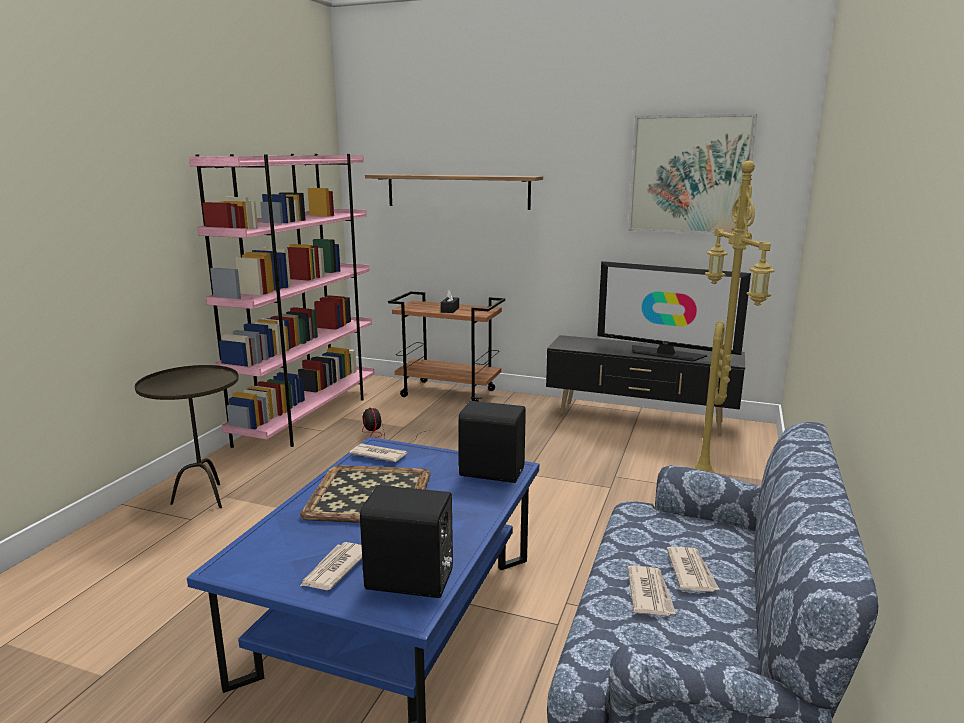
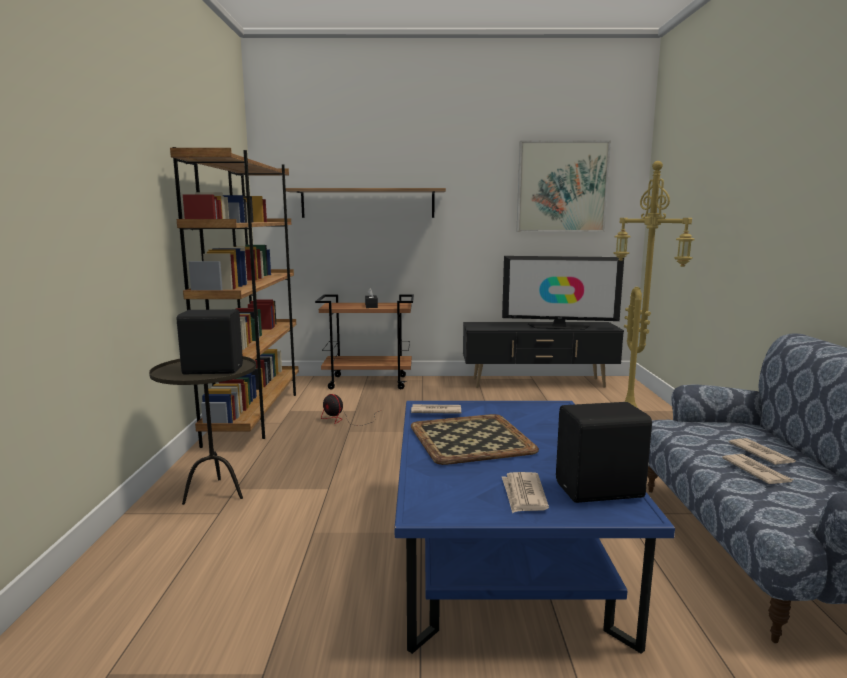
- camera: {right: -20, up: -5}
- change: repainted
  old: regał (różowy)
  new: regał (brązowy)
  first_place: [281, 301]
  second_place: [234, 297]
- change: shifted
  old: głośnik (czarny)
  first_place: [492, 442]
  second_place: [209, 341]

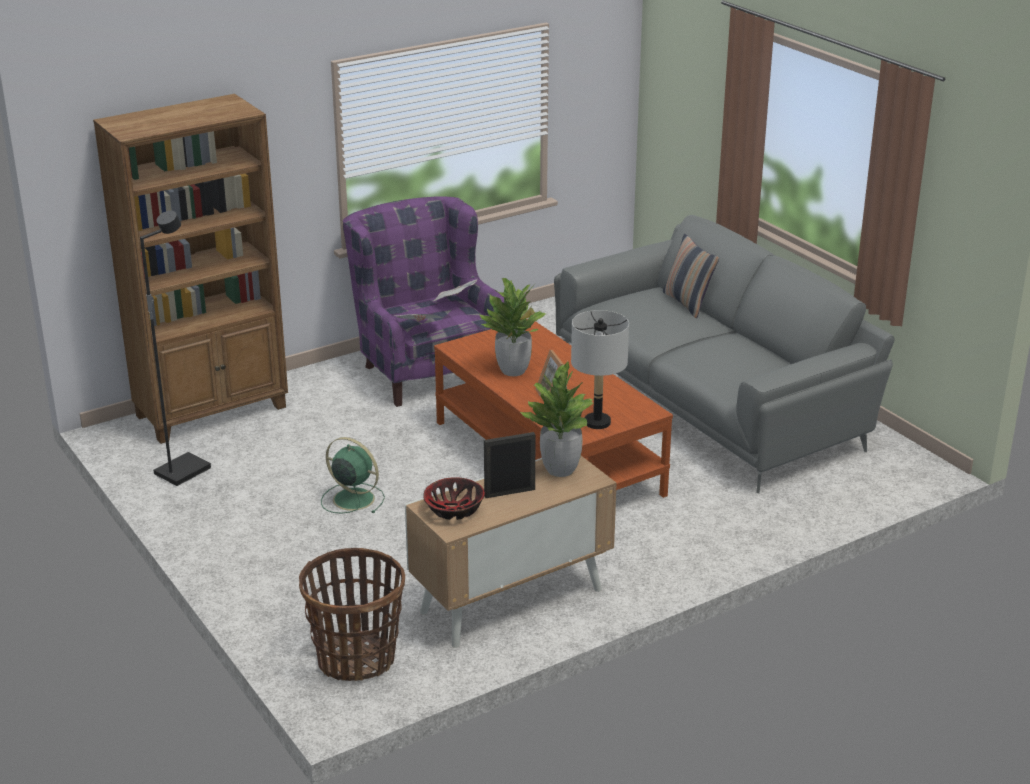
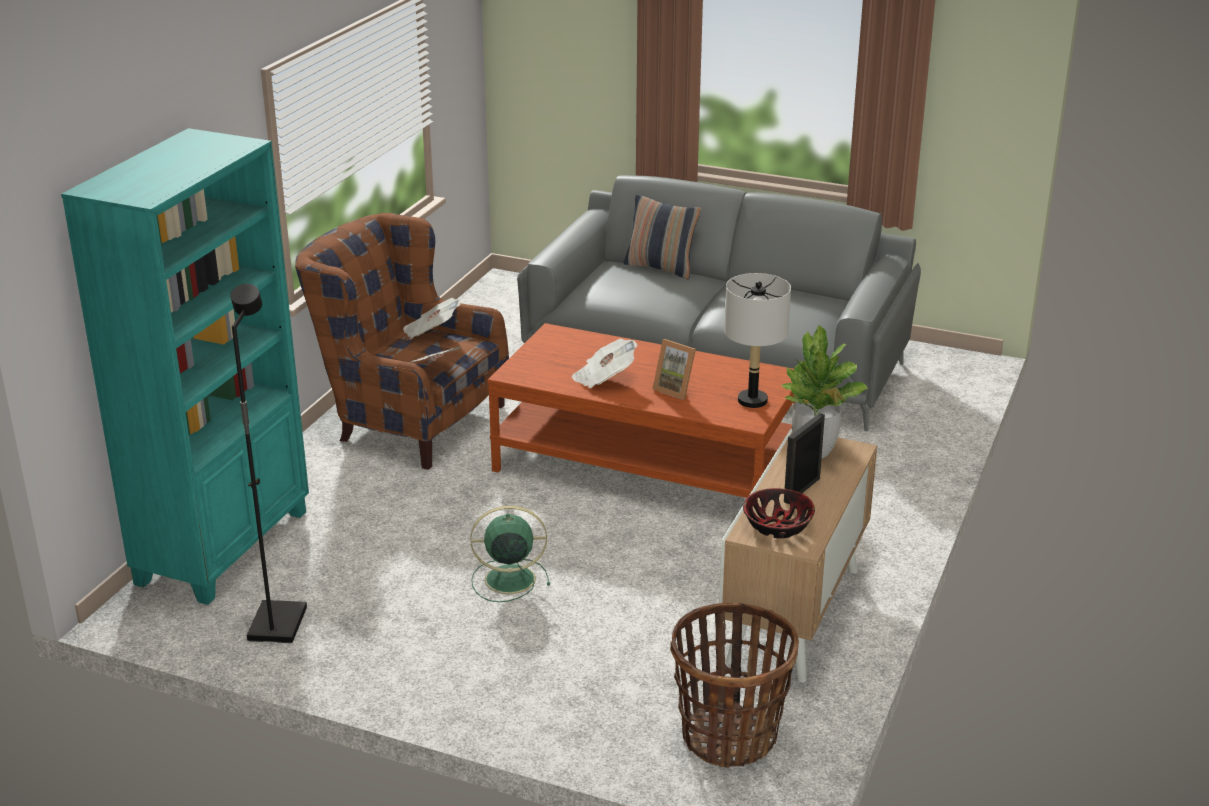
- camera: {right: -35, up: 0}
- change: repainted
  old: regał (brązowy)
  new: regał (turkusowy)
  first_place: [190, 269]
  second_place: [185, 366]
- change: repainted
  old: fotel (fioletowy)
  new: fotel (brązowy)
  first_place: [424, 301]
  second_place: [402, 341]
- change: swapped
  old: roślina doniczkowa
  new: gazeta
  first_place: [513, 327]
  second_place: [605, 363]

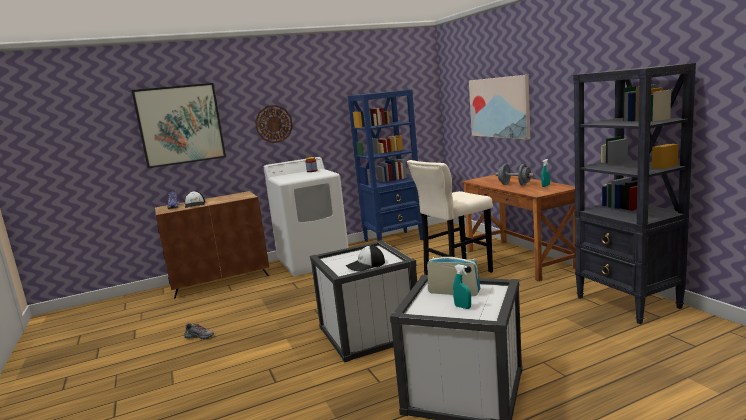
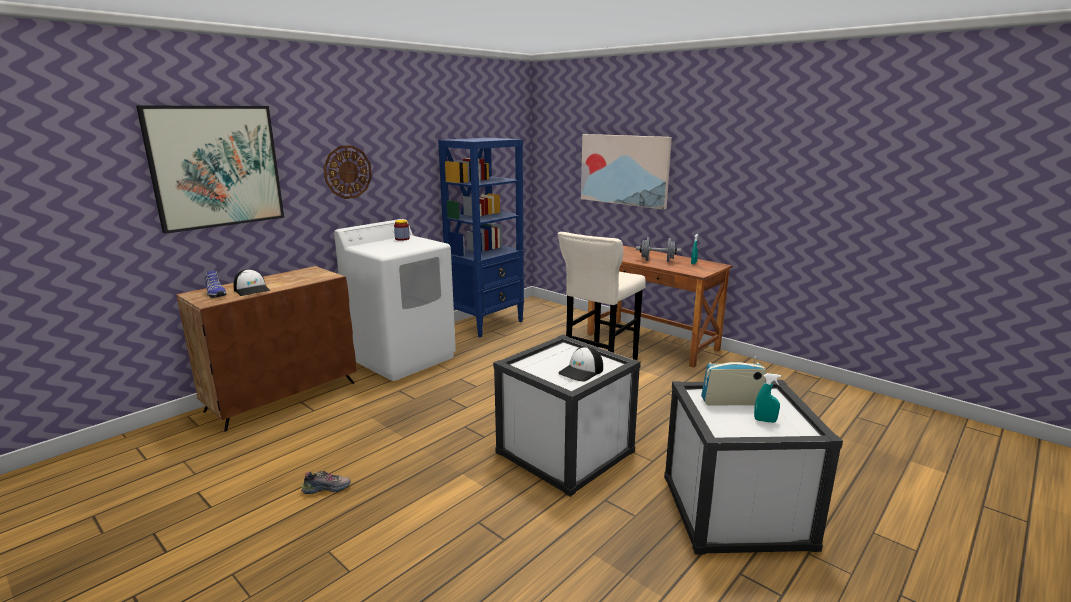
- camera: {right: -25, up: 5}
- change: gone
  old: regał (czarny)
  first_place: [634, 193]

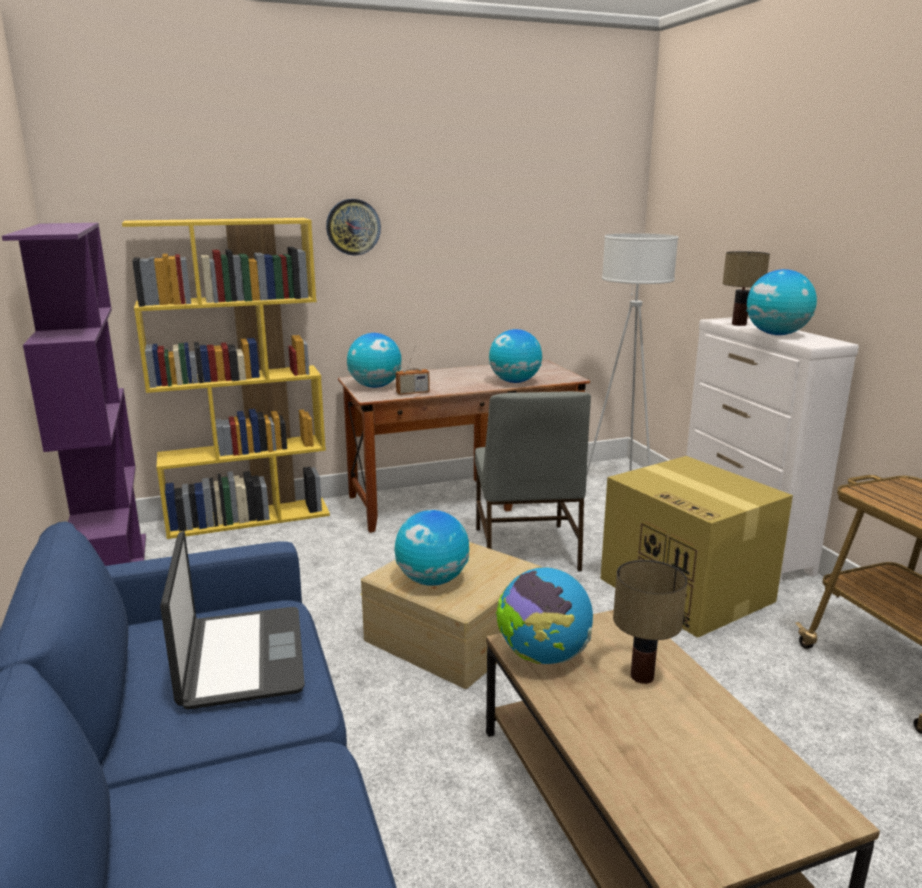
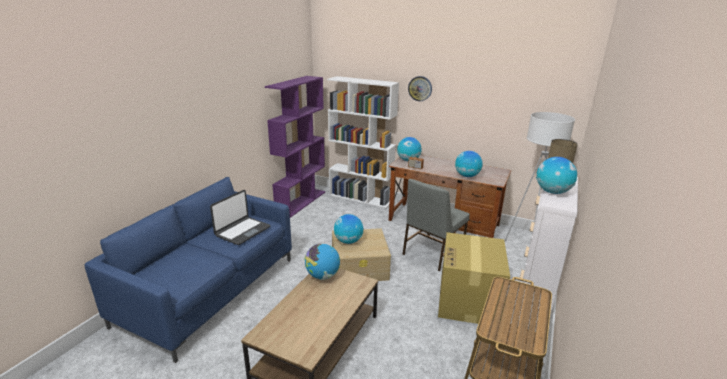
- camera: {right: 45, up: 5}
- change: repainted
  old: regał (żółty)
  new: regał (biały)
  first_place: [226, 378]
  second_place: [363, 142]
- change: gone
  old: lampa stołowa
  first_place: [650, 622]

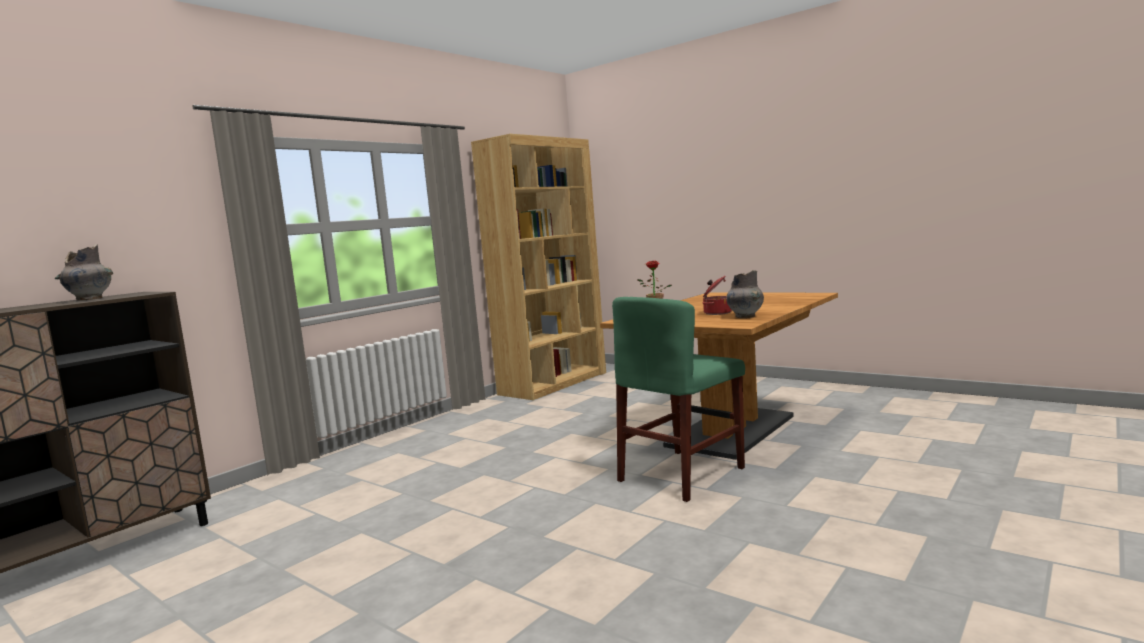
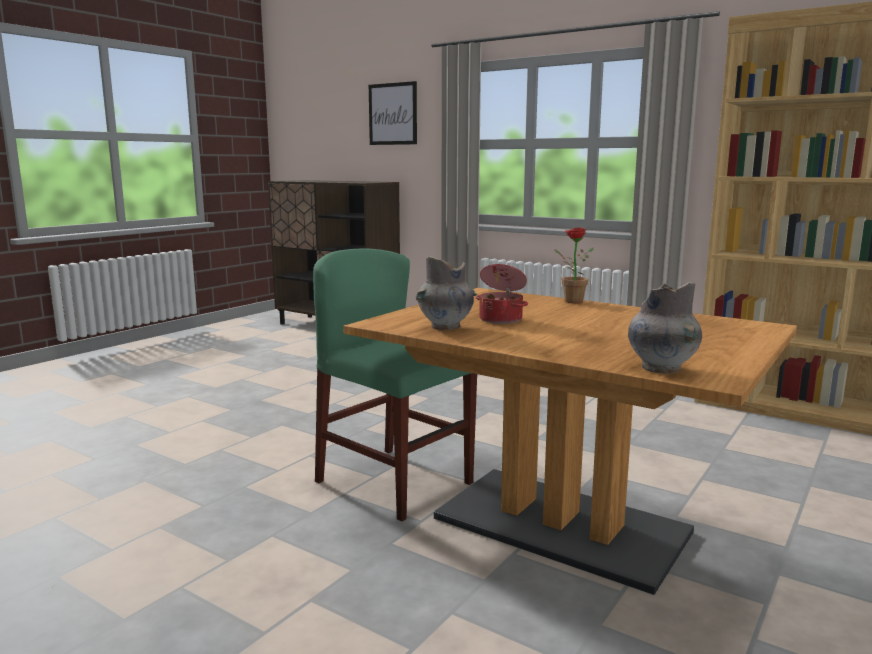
- camera: {right: 85, up: 5}
- change: shifted
  old: wazon (szary)
  first_place: [84, 272]
  second_place: [665, 328]
- change: new
  new: obraz
  second_place: [393, 113]

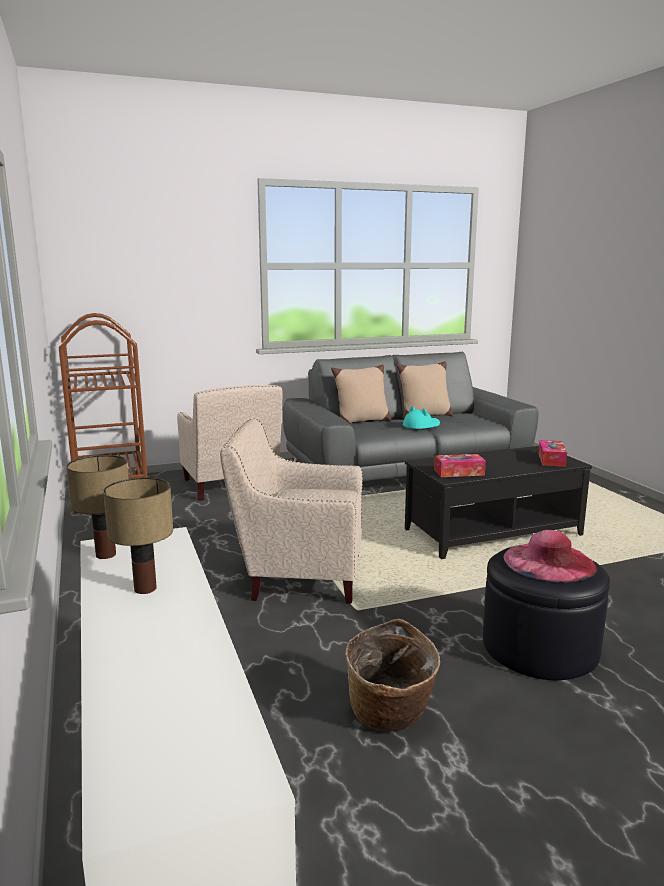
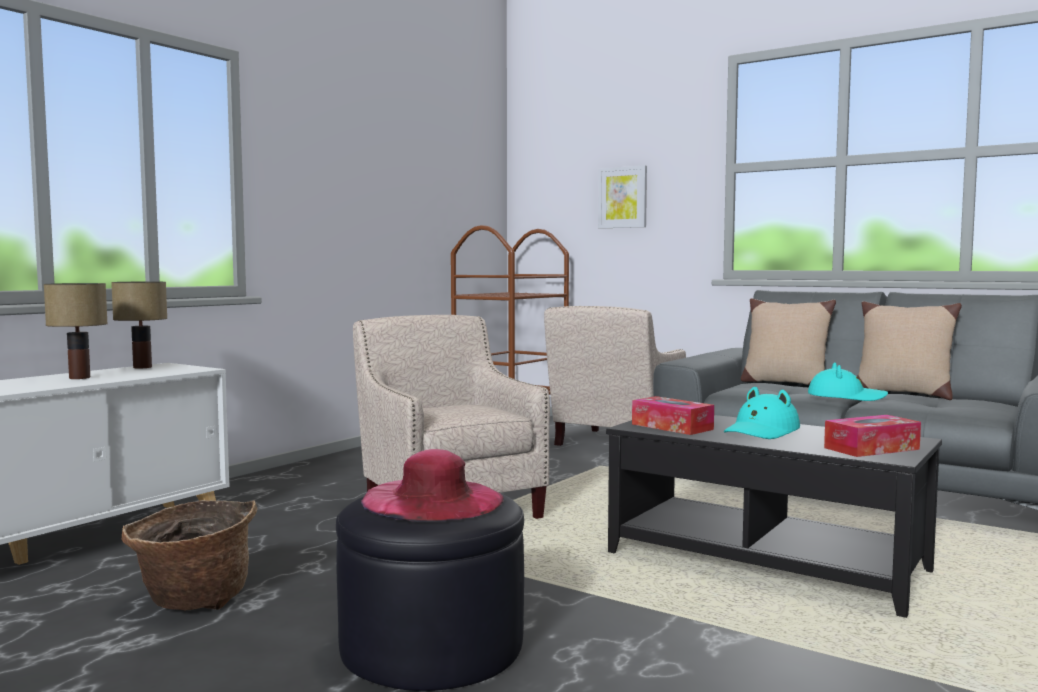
- camera: {right: 55, up: -10}
- change: new
  new: obraz
  second_place: [622, 196]
- change: new
  new: kapelusz (turkusowy)
  second_place: [762, 413]

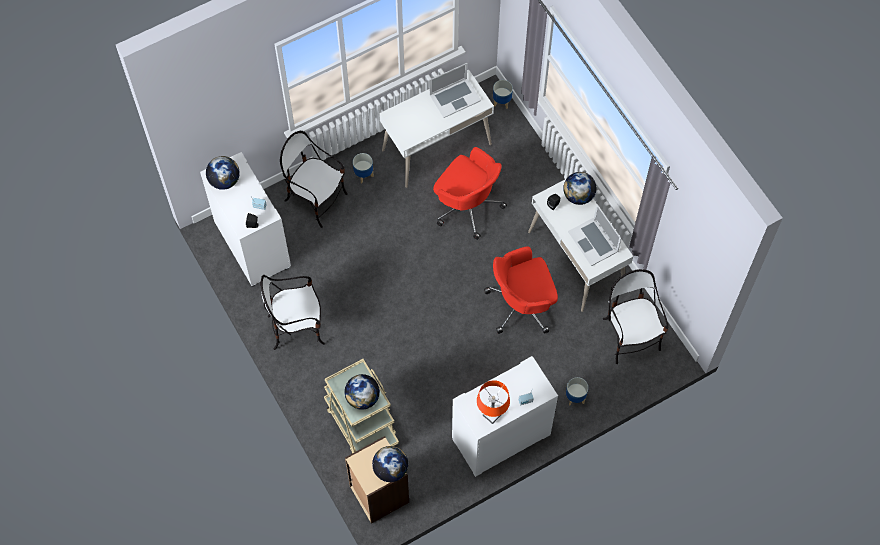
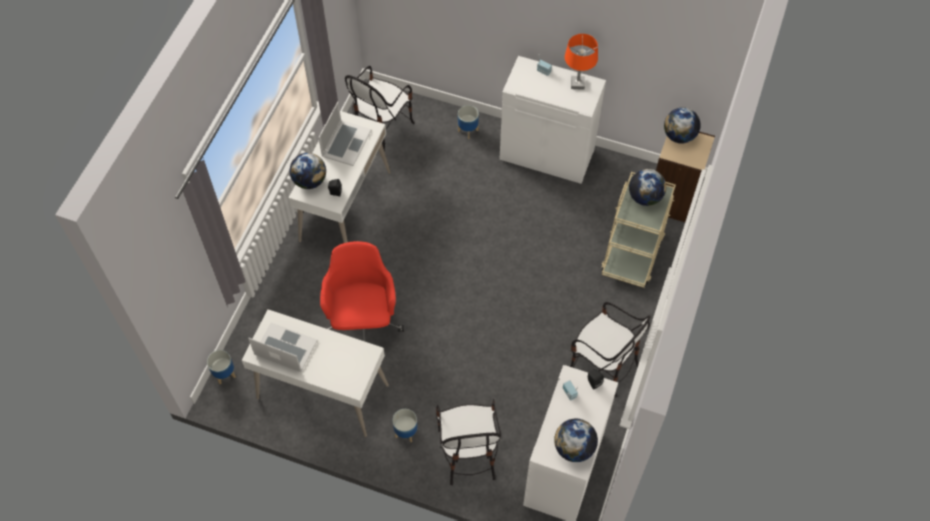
- camera: {right: -130, up: -5}
- change: gone
  old: krzesło biurowe (czerwony)
  first_place: [521, 290]

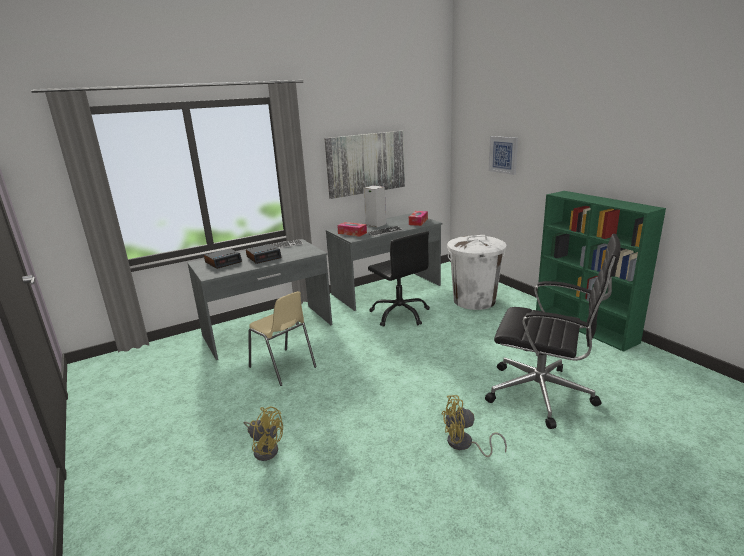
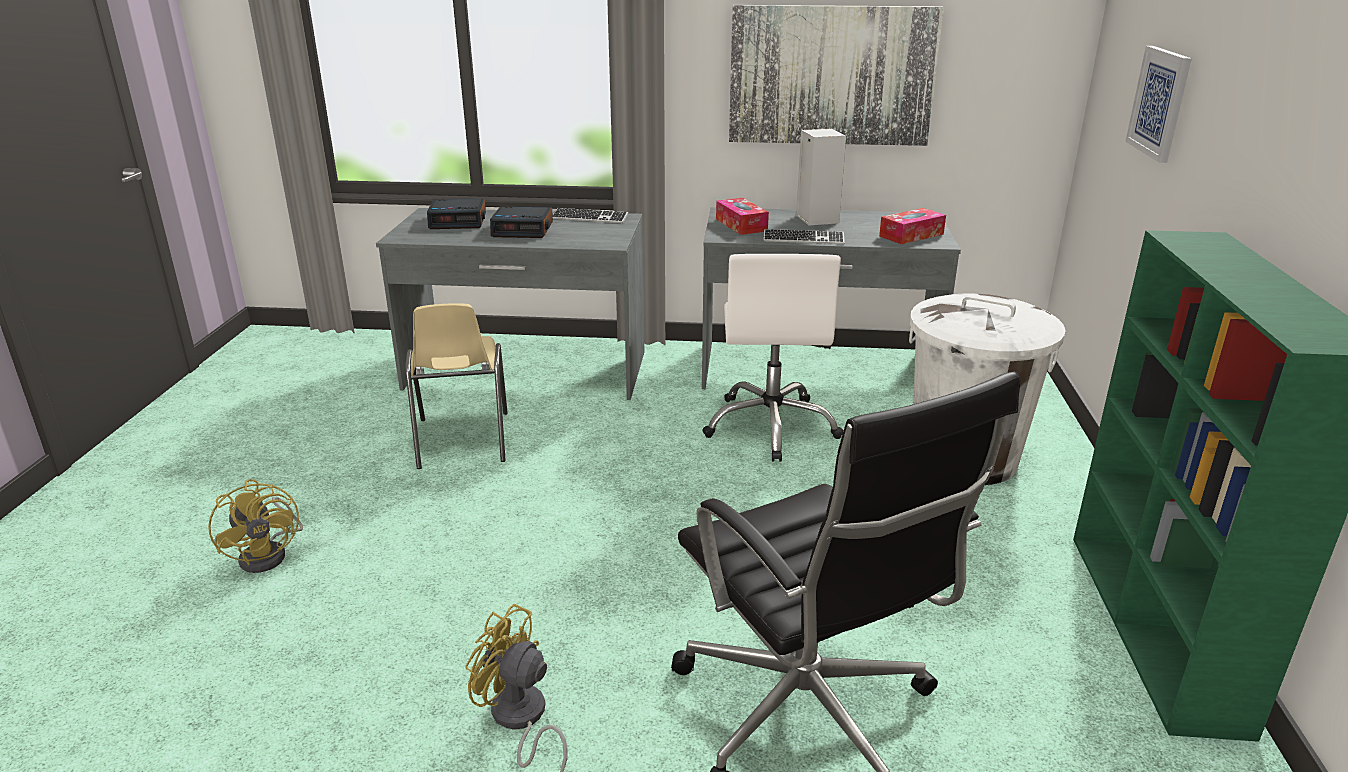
- camera: {right: 35, up: 5}
- change: repainted
  old: krzesło biurowe (czarny)
  new: krzesło biurowe (biały)
  first_place: [399, 279]
  second_place: [772, 358]

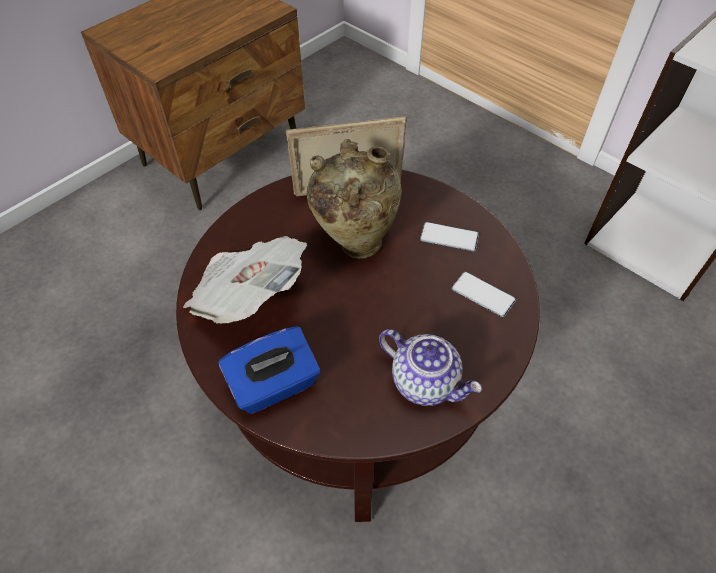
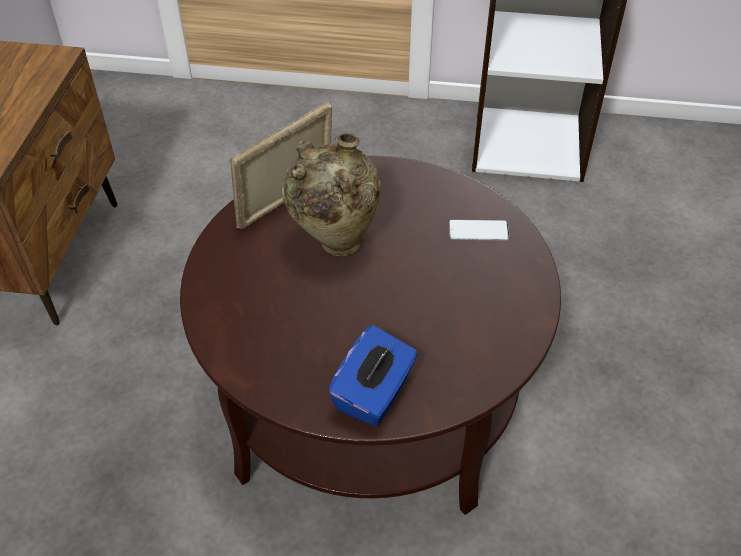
- camera: {right: -35, up: -5}
- change: gone
  old: gazeta
  first_place: [245, 280]
- change: gone
  old: imbryk
  first_place: [430, 367]
- change: gone
  old: telefon
  first_place: [449, 236]

